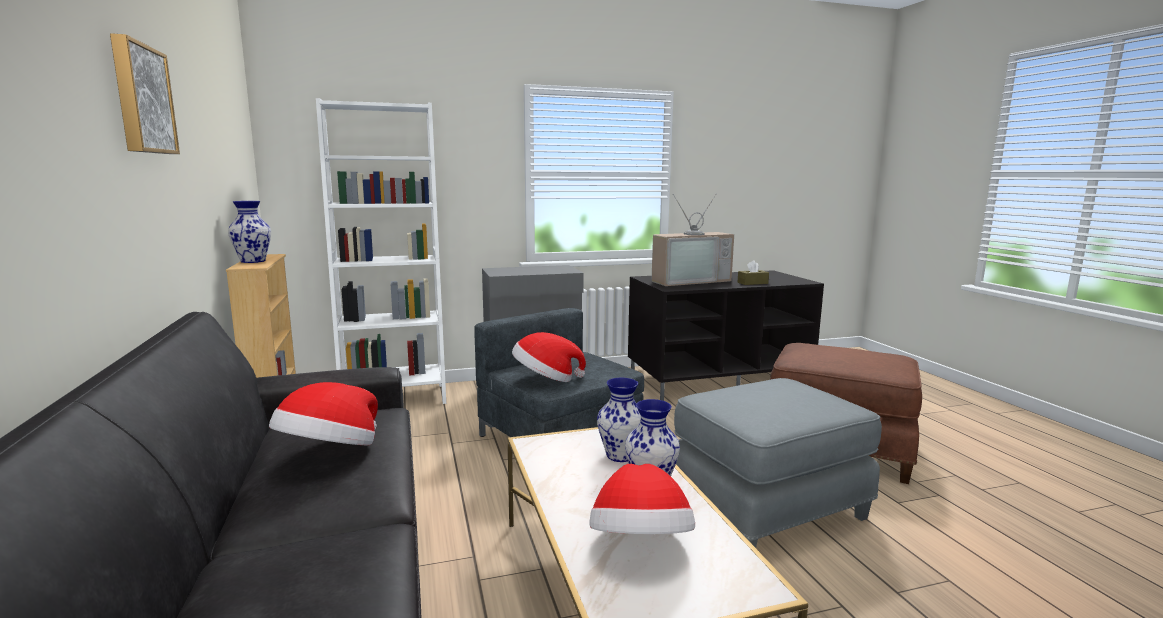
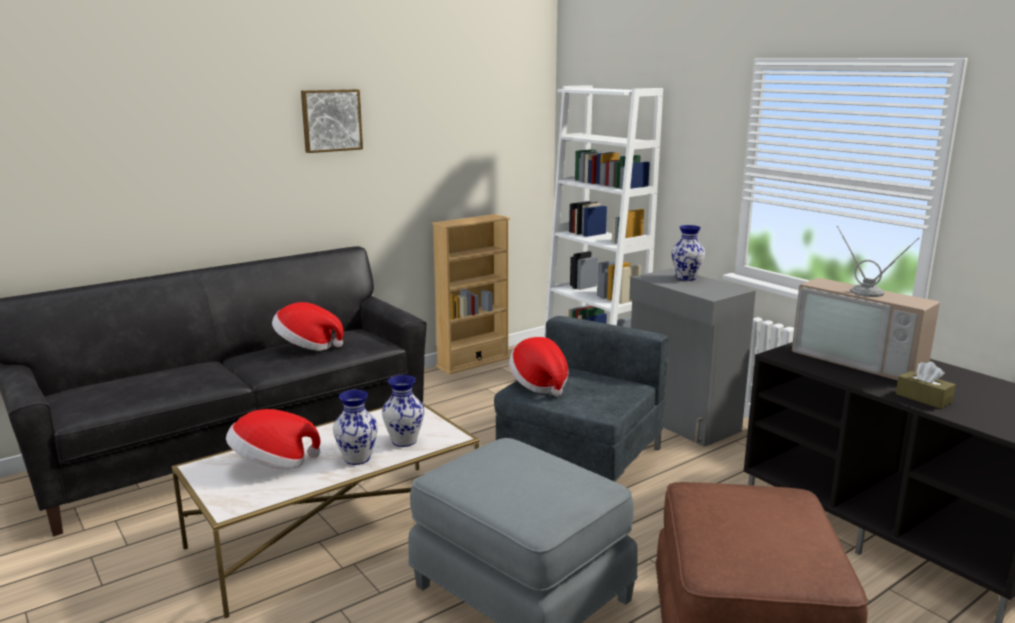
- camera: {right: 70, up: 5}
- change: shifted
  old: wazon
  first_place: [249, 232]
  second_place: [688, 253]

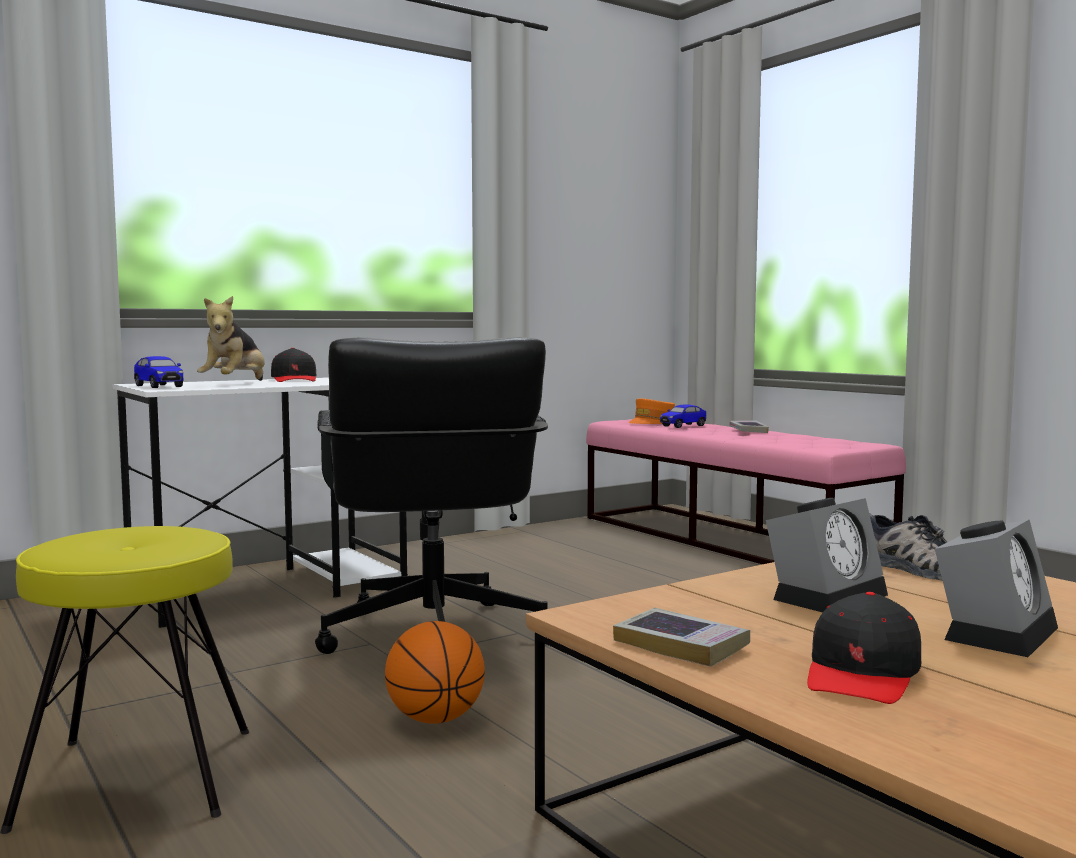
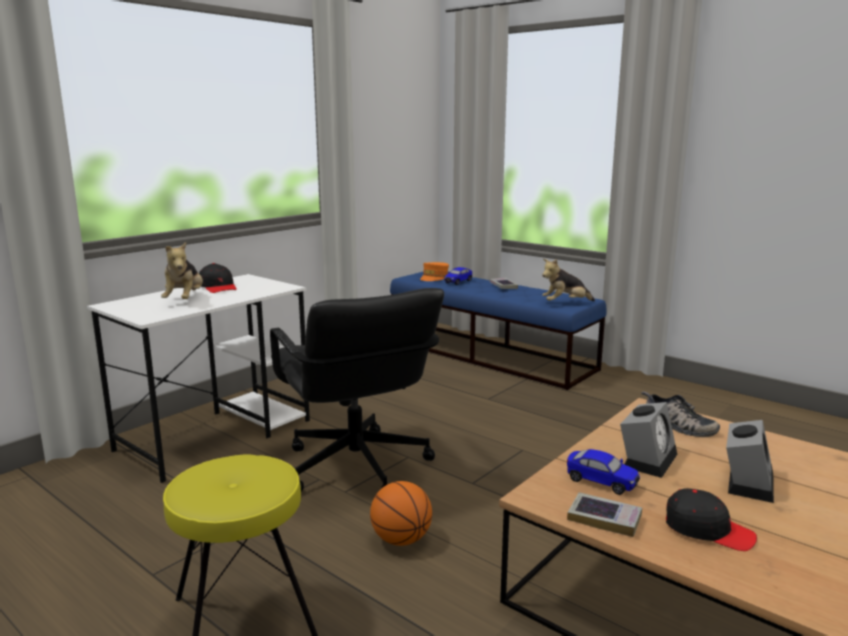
- camera: {right: -15, up: 10}
- change: shifted
  old: samochodzik
  first_place: [158, 372]
  second_place: [603, 472]
- change: repainted
  old: ławka (różowy)
  new: ławka (niebieski)
  first_place: [746, 491]
  second_place: [498, 330]
- change: rotated
  old: czapka z daszkiem (czarny)
  first_place: [864, 648]
  second_place: [711, 519]
  degrees: -75
- change: new
  new: pluszak
  second_place: [568, 280]

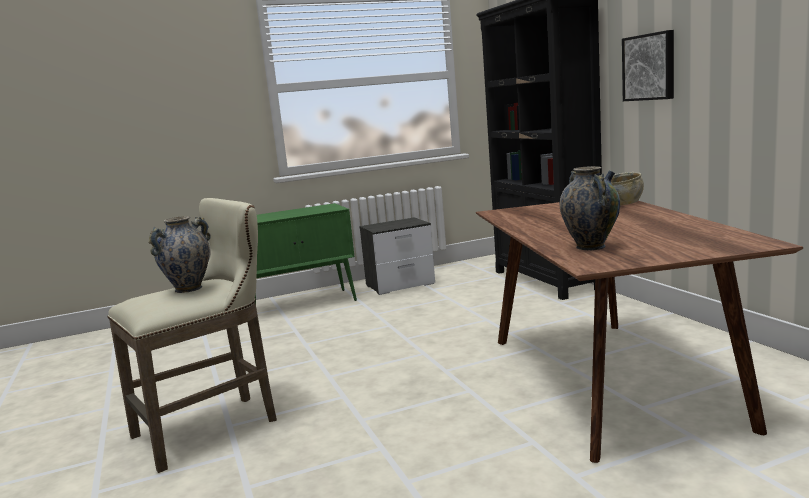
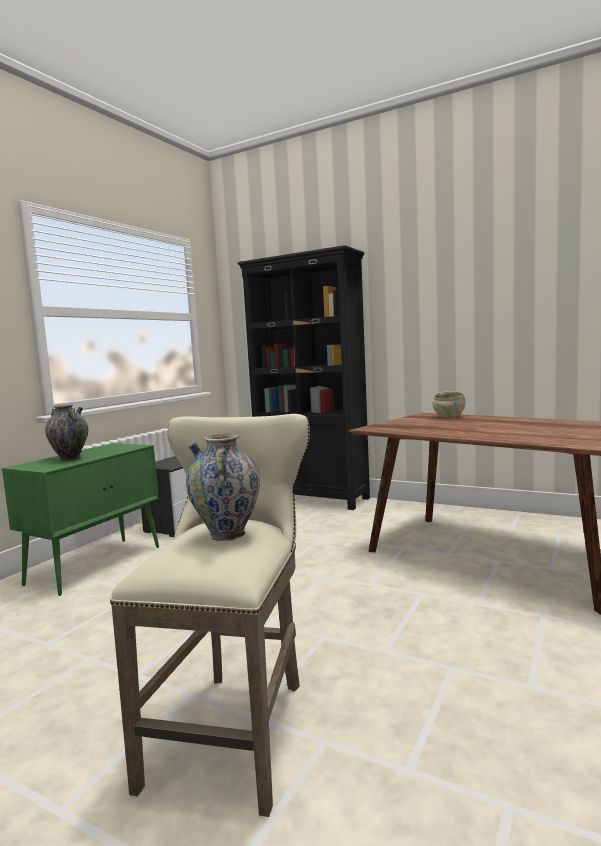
- camera: {right: -40, up: -5}
- change: shifted
  old: wazon
  first_place: [590, 208]
  second_place: [66, 432]
- change: gone
  old: obraz
  first_place: [648, 65]

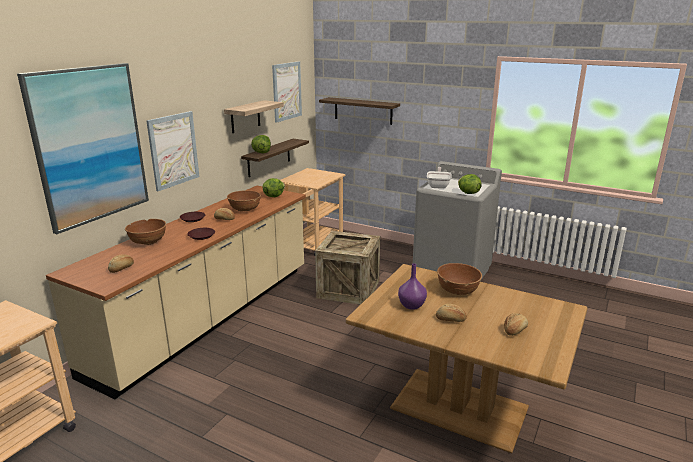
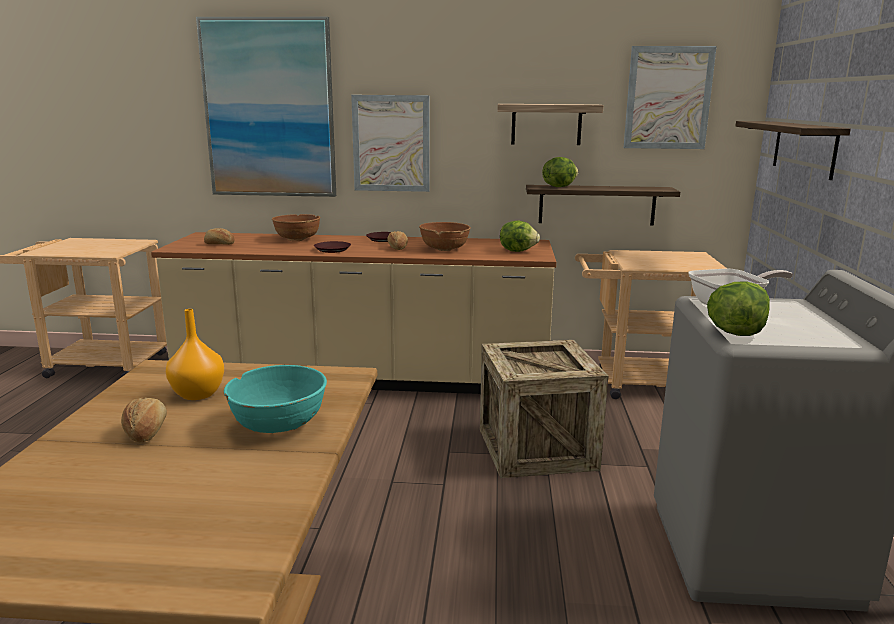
- camera: {right: 65, up: -5}
- change: repainted
  old: wazon (fioletowy)
  new: wazon (pomarańczowy)
  first_place: [412, 286]
  second_place: [195, 354]
- change: repainted
  old: miska (brązowy)
  new: miska (turkusowy)
  first_place: [459, 279]
  second_place: [275, 399]
- change: gone
  old: chleb
  first_place: [516, 324]

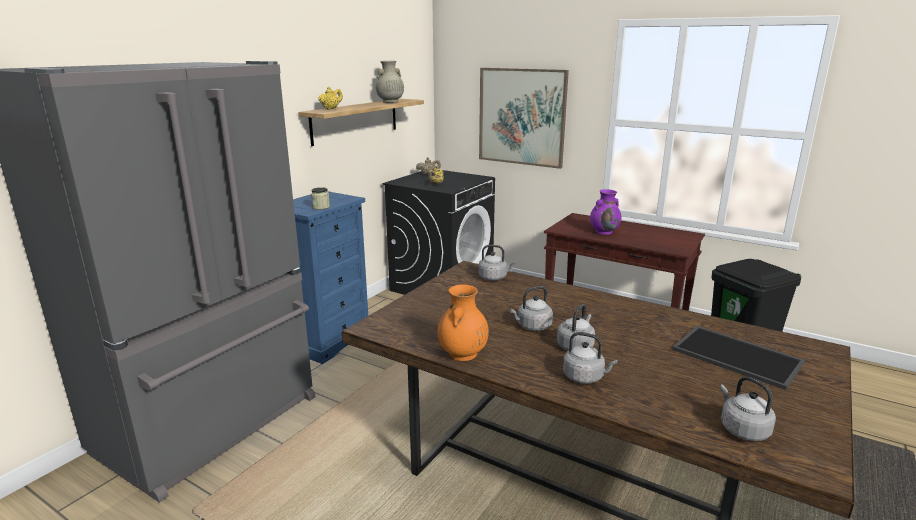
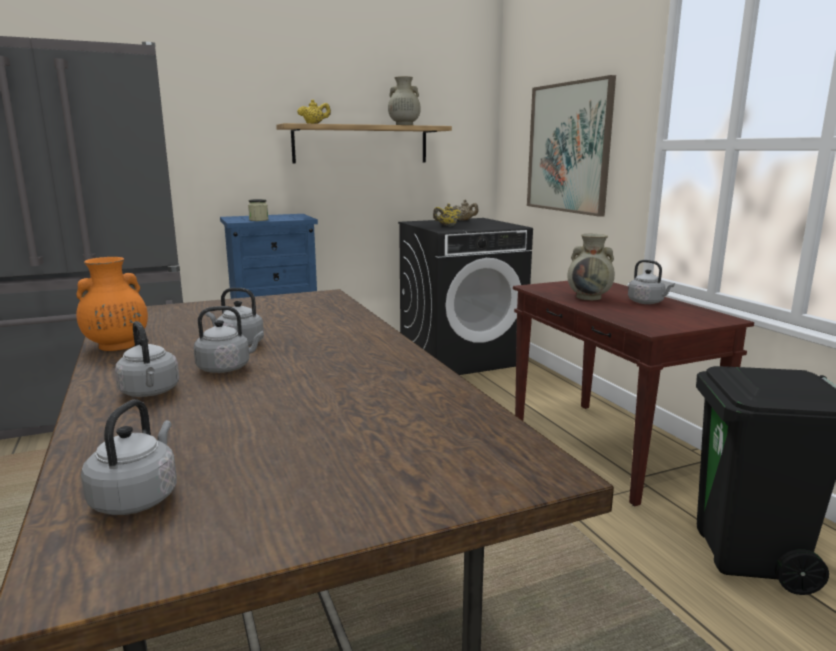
- camera: {right: 35, up: -5}
- change: shifted
  old: czajnik (szary)
  first_place: [497, 263]
  second_place: [651, 282]
- change: repainted
  old: wazon (fioletowy)
  new: wazon (beżowy)
  first_place: [605, 212]
  second_place: [591, 267]
- change: gone
  old: taca
  first_place: [738, 358]

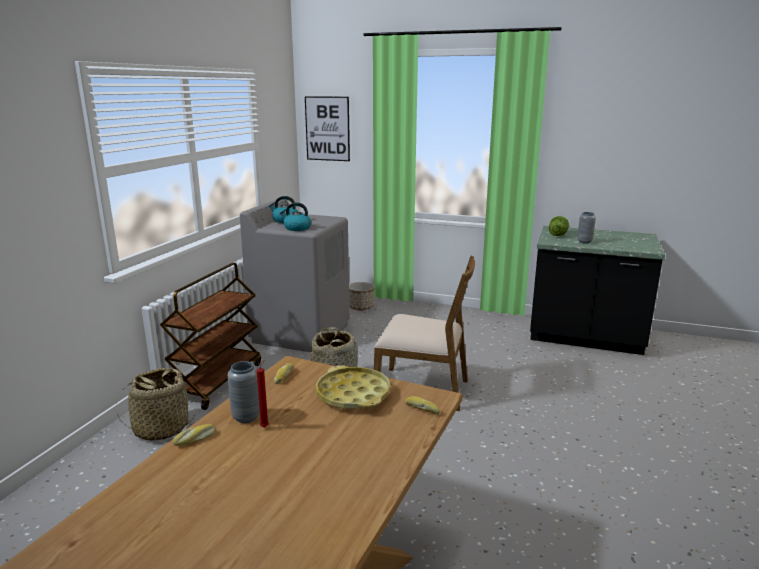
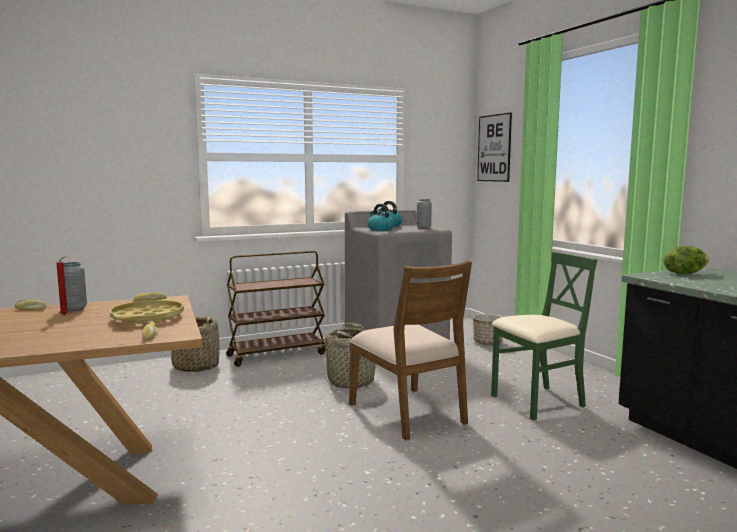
- camera: {right: 45, up: -10}
- change: shifted
  old: wazon (szary)
  first_place: [586, 228]
  second_place: [424, 214]
- change: new
  new: krzesło (zielony)
  second_place: [544, 336]

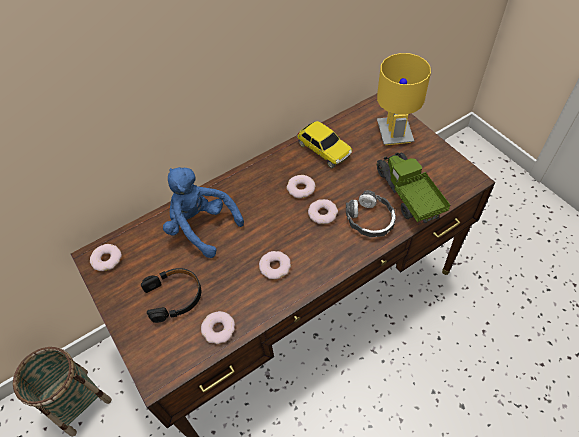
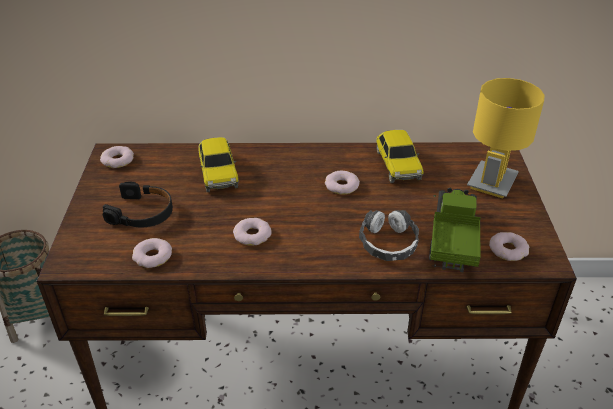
- camera: {right: 30, up: -15}
- change: swapped
  old: pluszak (niebieski)
  new: samochodzik
  first_place: [203, 212]
  second_place: [218, 164]
- change: shifted
  old: donut
  first_place: [323, 211]
  second_place: [509, 246]

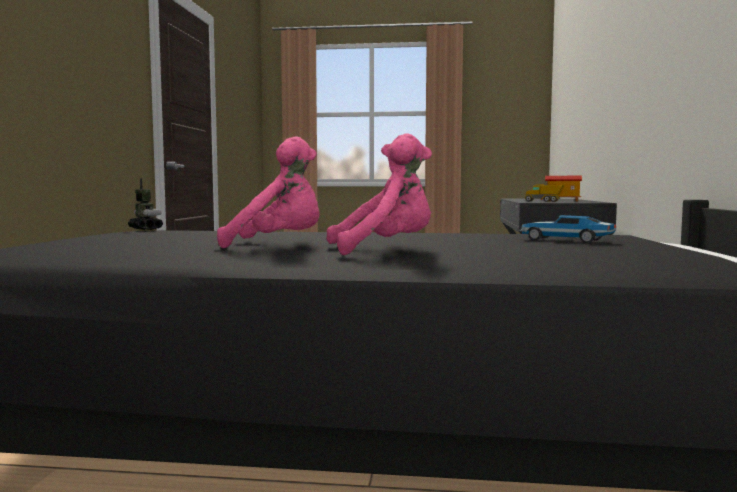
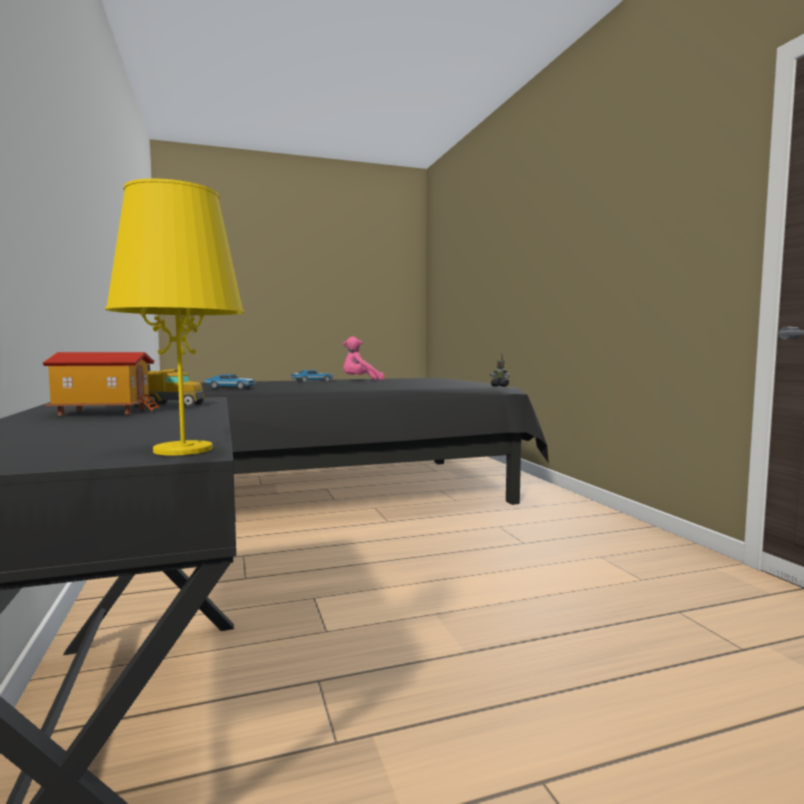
- camera: {right: 155, up: 0}
- change: swapped
  old: pluszak (różowy)
  new: samochodzik
  first_place: [379, 194]
  second_place: [312, 376]
- change: new
  new: lampa stołowa (żółty)
  second_place: [174, 316]

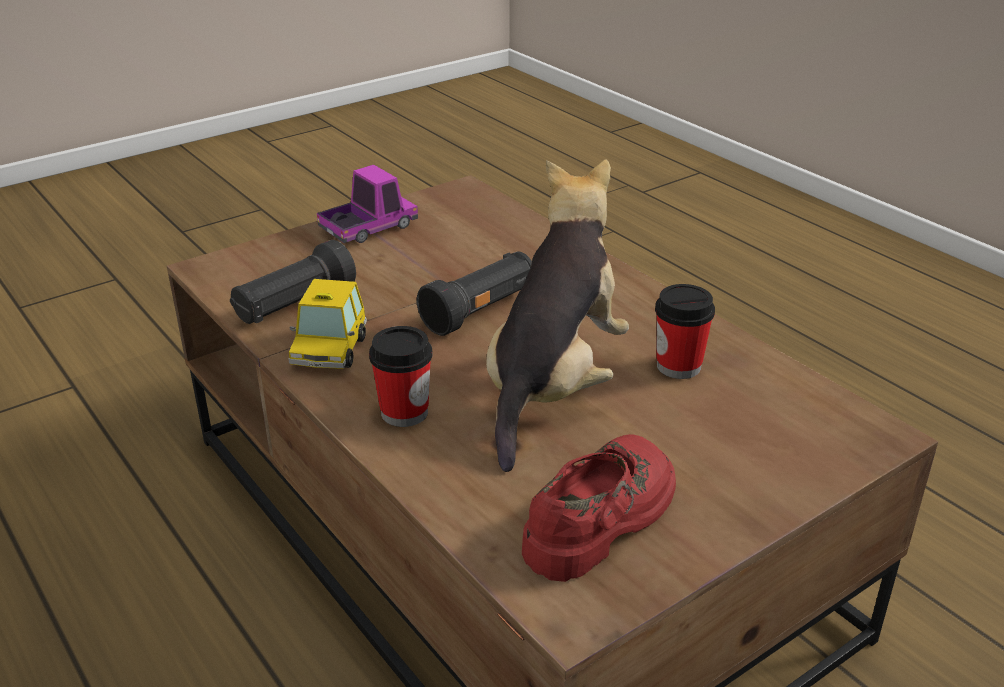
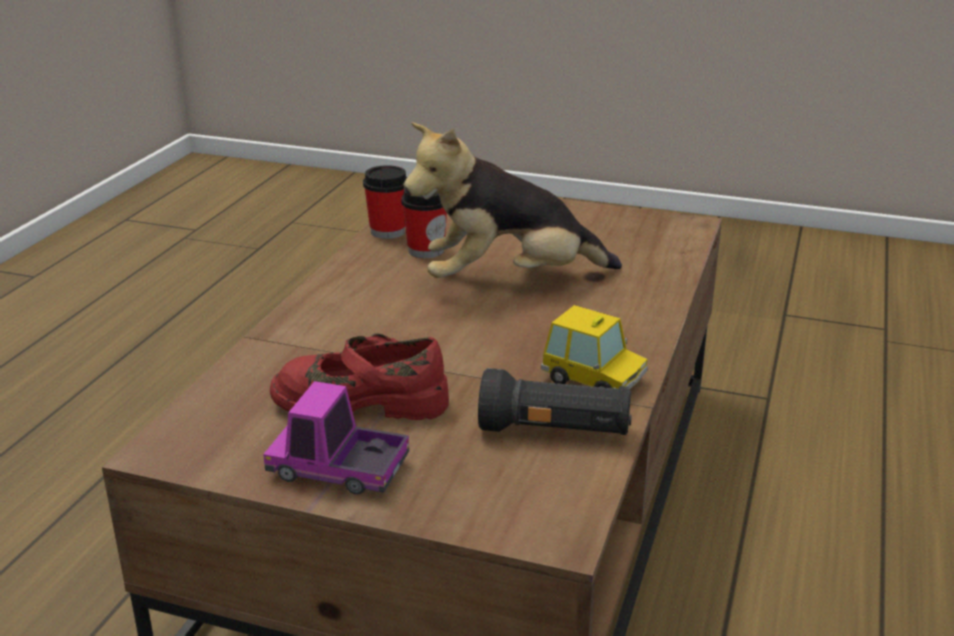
- camera: {right: -125, up: -5}
- change: rotated
  old: samochodzik
  first_place: [327, 324]
  second_place: [594, 347]
  degrees: 60
- change: shifted
  old: filiżanka
  first_place: [400, 376]
  second_place: [385, 202]
- change: gone
  old: latarka (czarny)
  first_place: [474, 294]
- change: shifted
  old: but (czerwony)
  first_place: [599, 508]
  second_place: [359, 376]

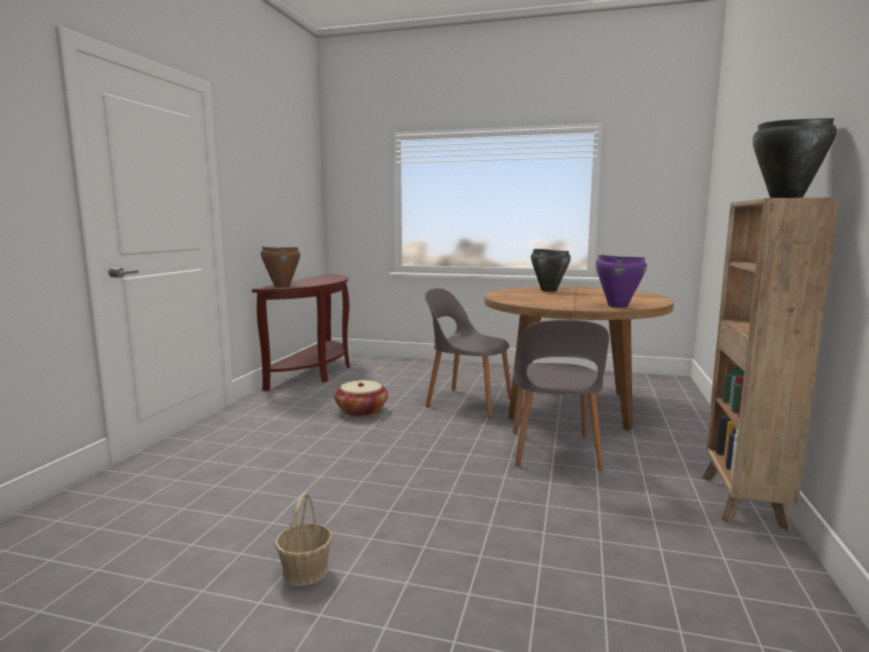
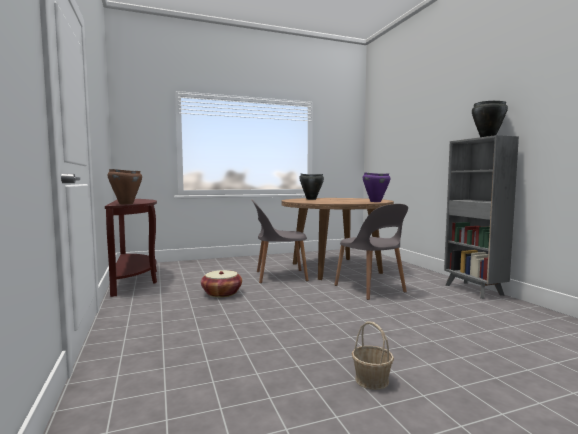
- camera: {right: -35, up: -5}
- change: repainted
  old: regał (brązowy)
  new: regał (szary)
  first_place: [771, 364]
  second_place: [481, 217]

